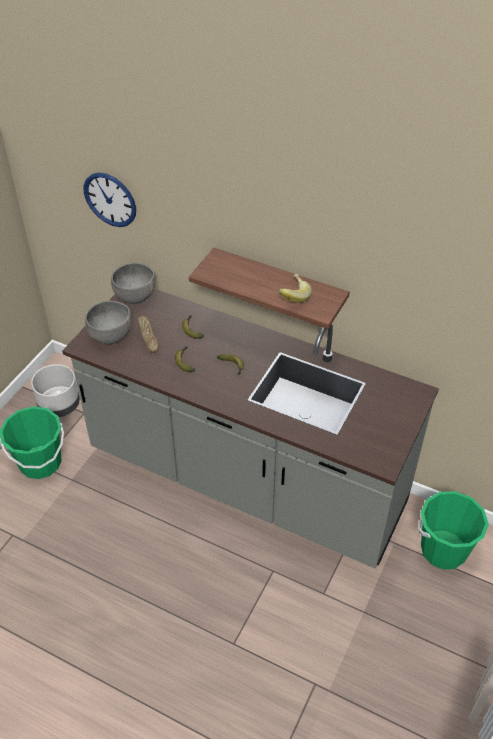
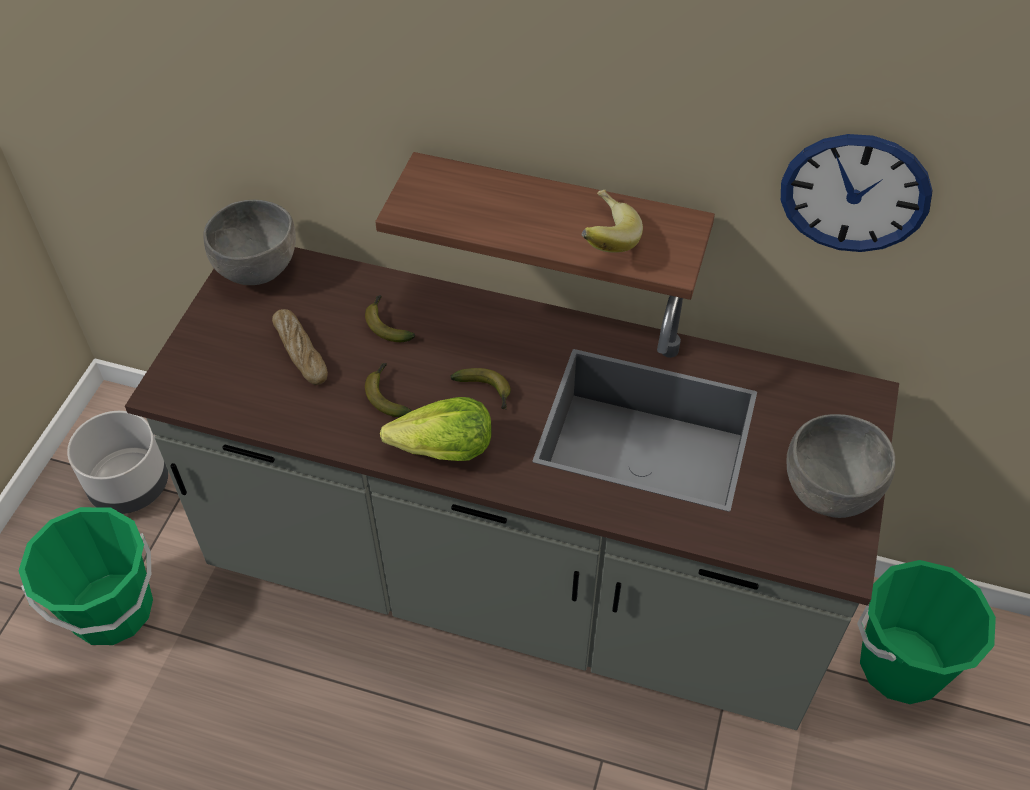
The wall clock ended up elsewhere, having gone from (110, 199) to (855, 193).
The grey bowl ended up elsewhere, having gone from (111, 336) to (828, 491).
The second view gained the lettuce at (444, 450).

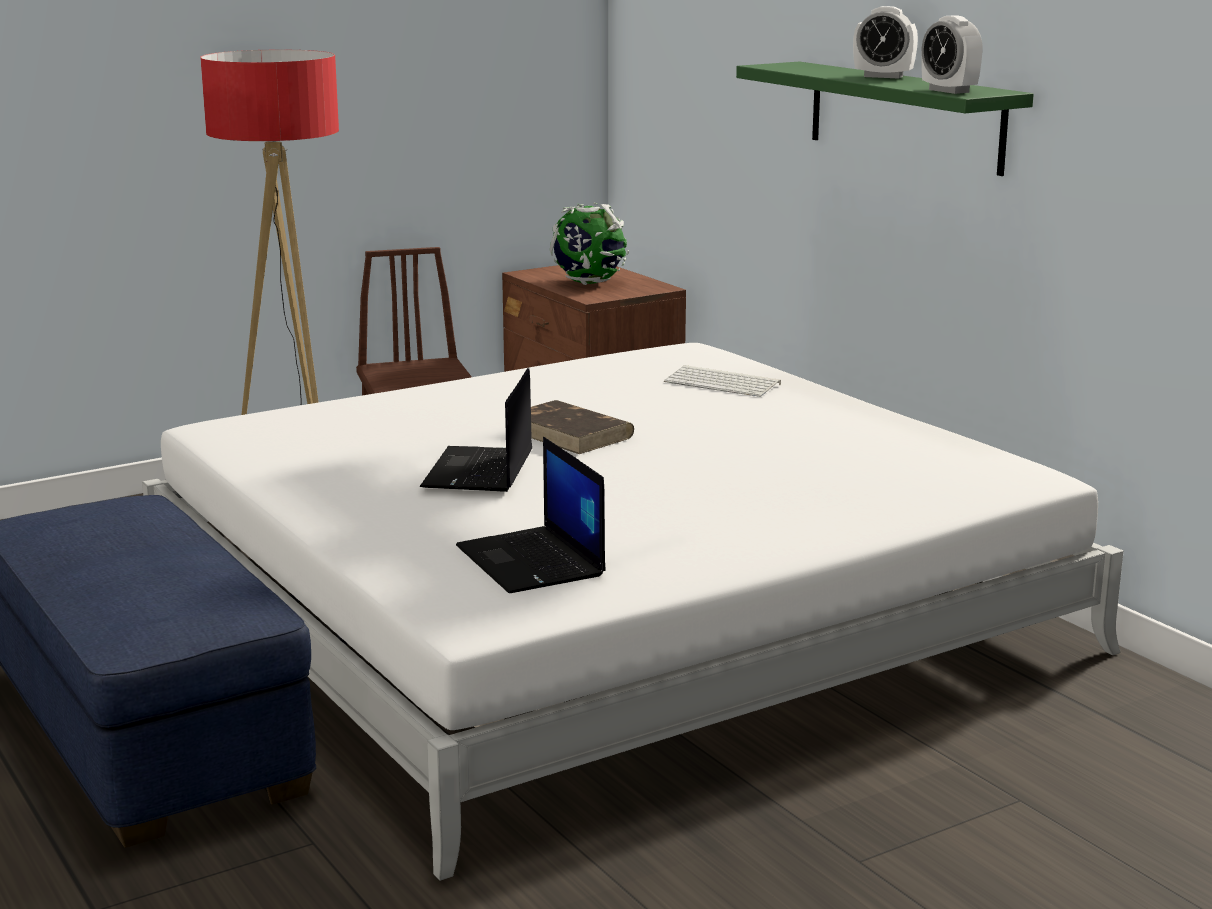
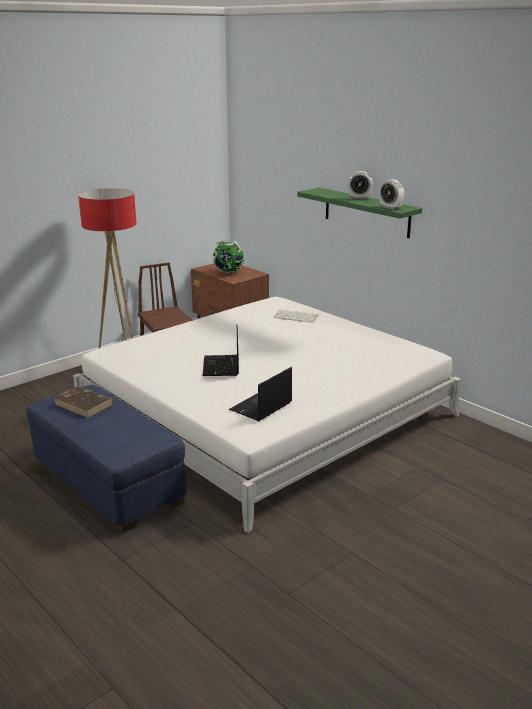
The brown book ended up elsewhere, having gone from (570, 433) to (84, 404).
The laptop at (532, 562) ended up facing another way, 75 degrees clockwise from before.

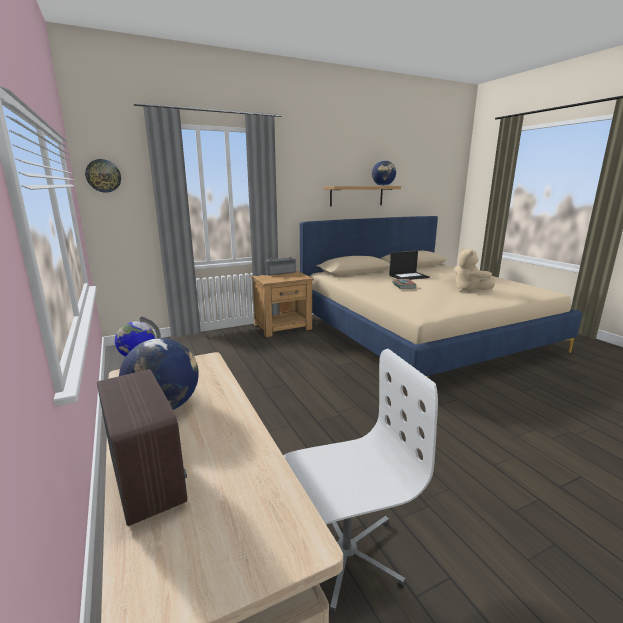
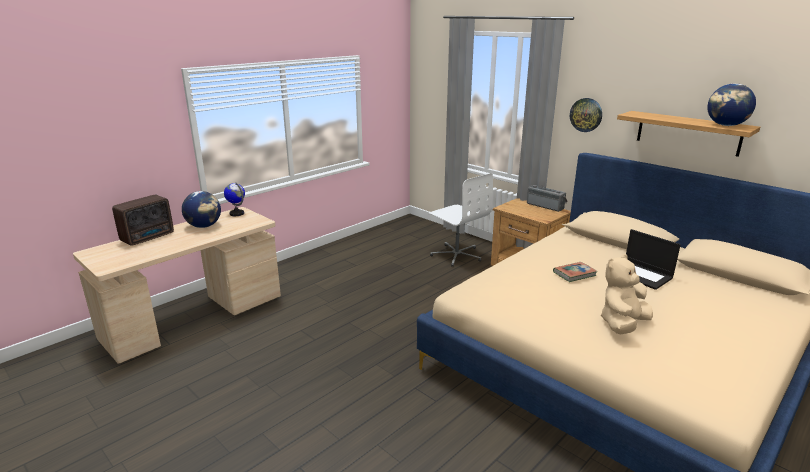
The wall clock ended up elsewhere, having gone from (103, 176) to (586, 115).
The white office chair ended up elsewhere, having gone from (345, 553) to (456, 255).

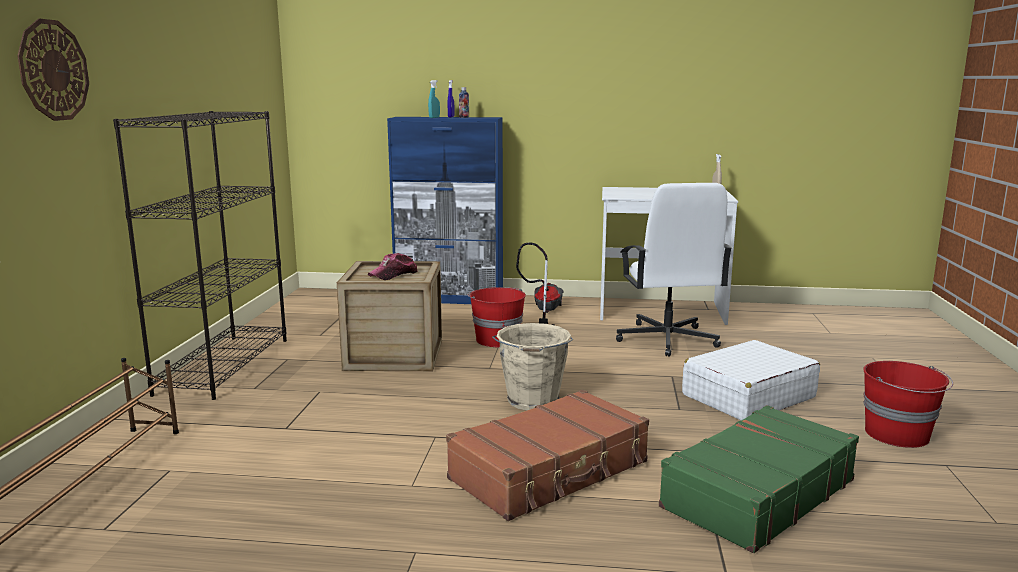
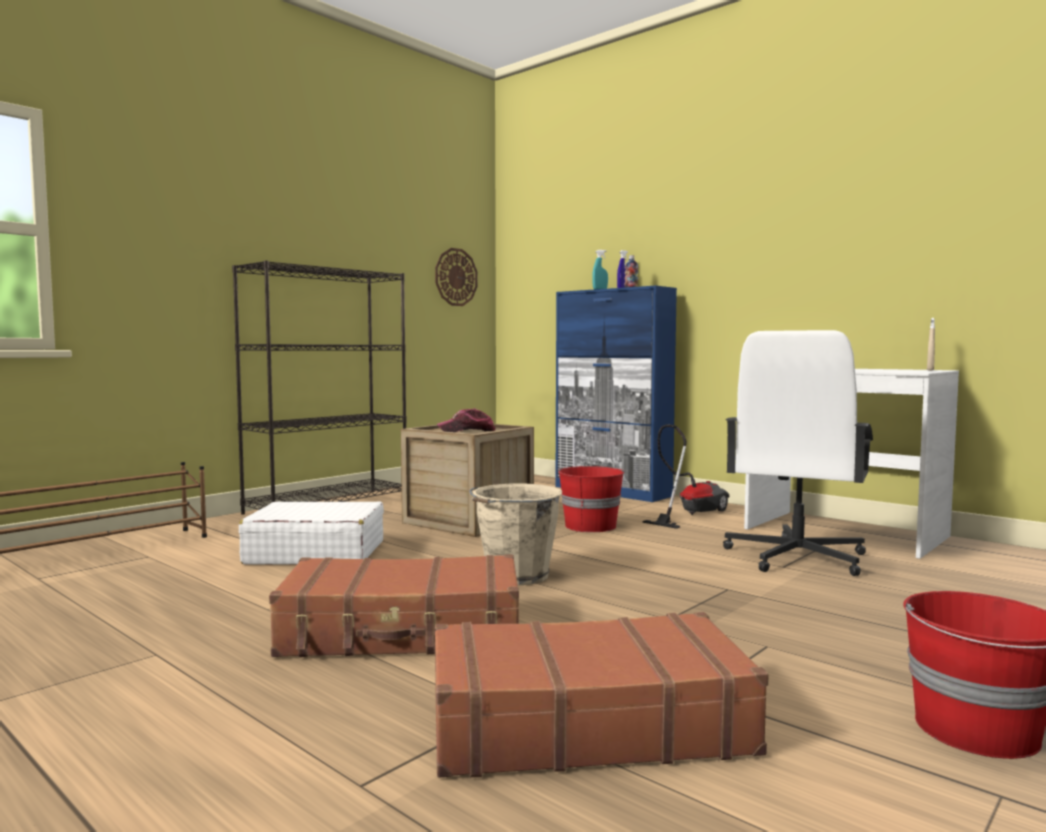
The wall clock ended up elsewhere, having gone from (53, 70) to (456, 277).
The white suitcase ended up elsewhere, having gone from (747, 396) to (315, 553).
What was the green suitcase at (757, 493) turned into the brown suitcase at (585, 723).

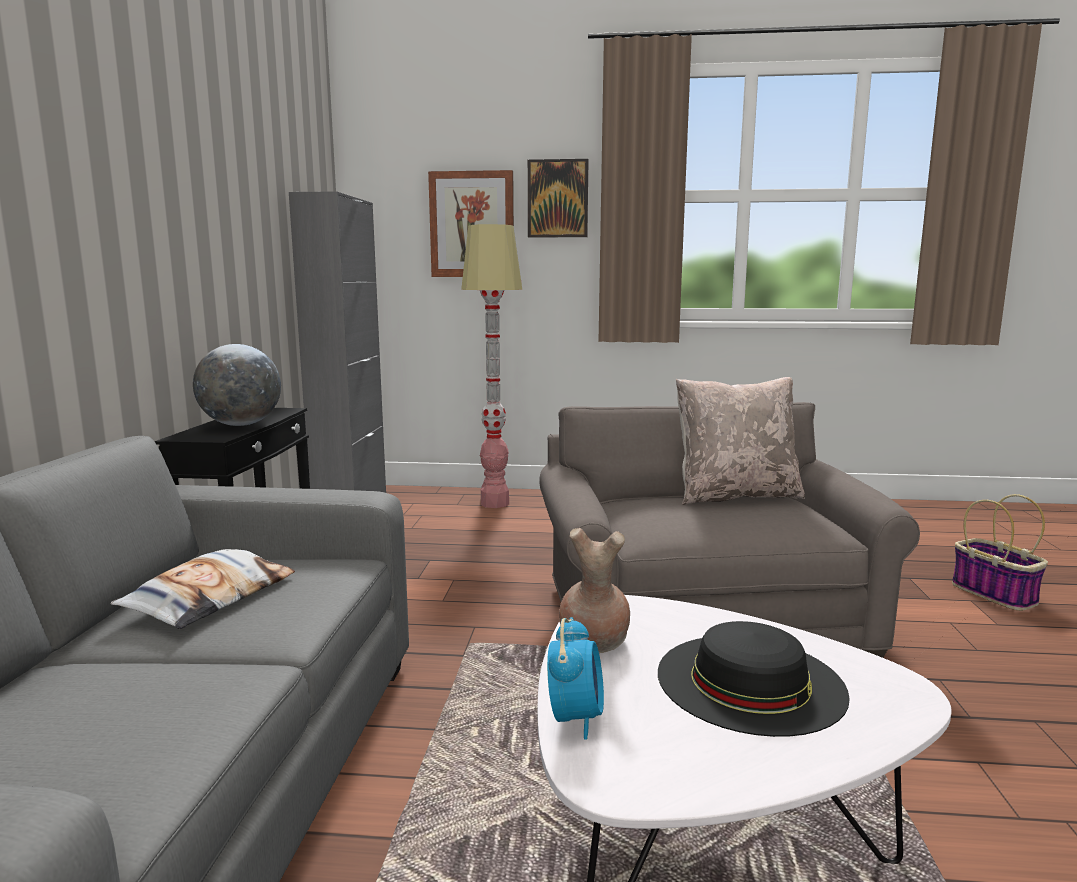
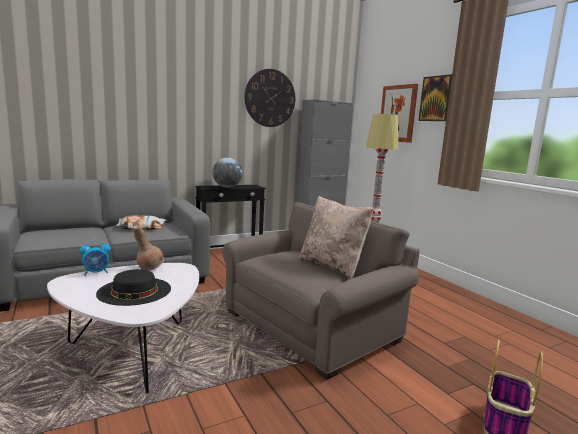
The second view gained the wall clock at (270, 98).

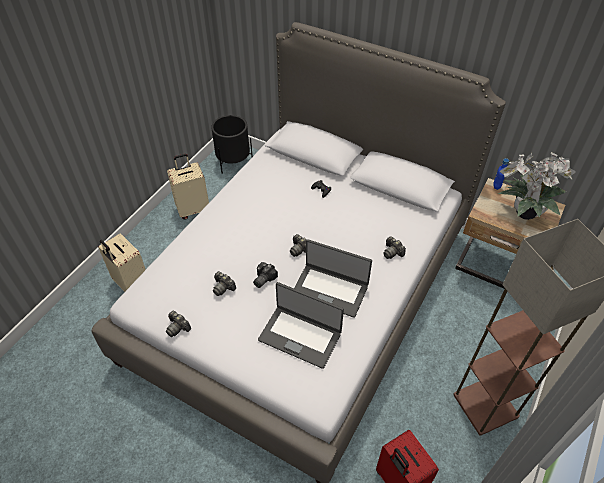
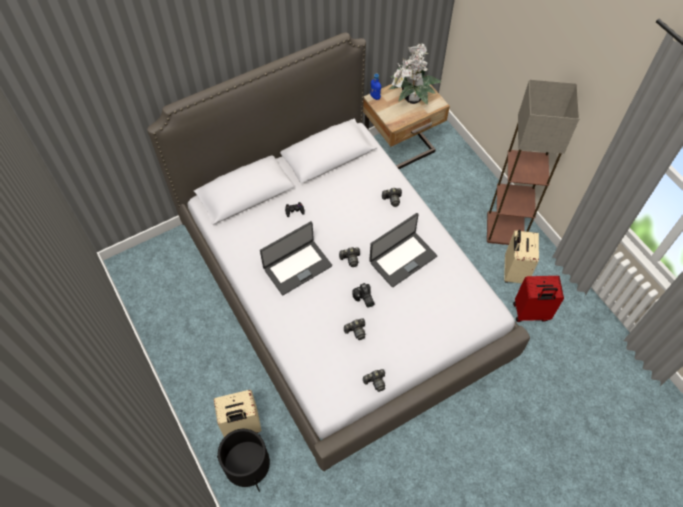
The black planter ended up elsewhere, having gone from (233, 162) to (248, 468).
The beige suitcase ended up elsewhere, having gone from (193, 209) to (513, 271).
The laptop ended up elsewhere, having gone from (300, 336) to (297, 267).

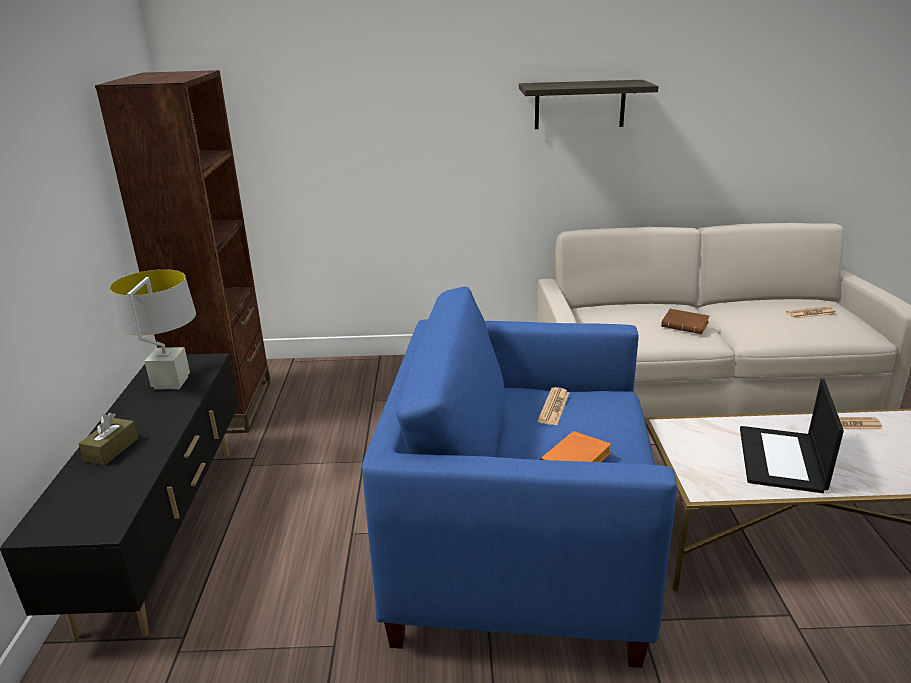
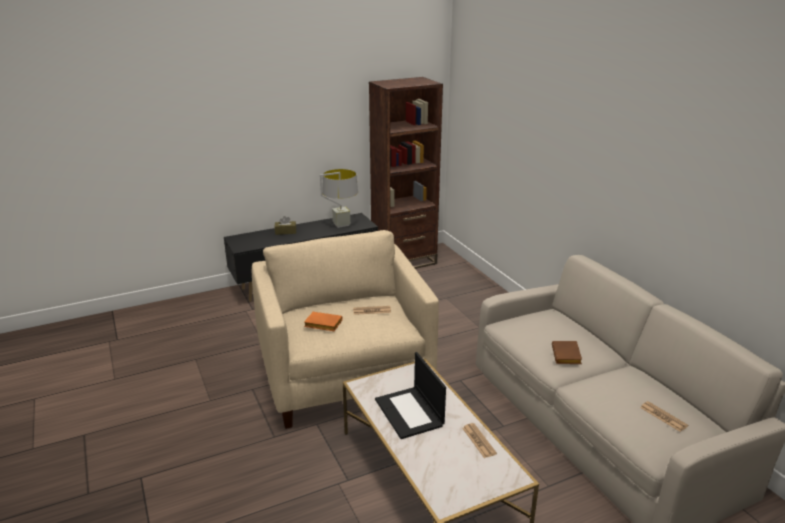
The second view lost the shelf at (579, 104).
What was the blue armchair at (520, 553) turned into the beige armchair at (345, 377).
The laptop at (782, 460) ended up facing another way, 105 degrees counterclockwise from before.

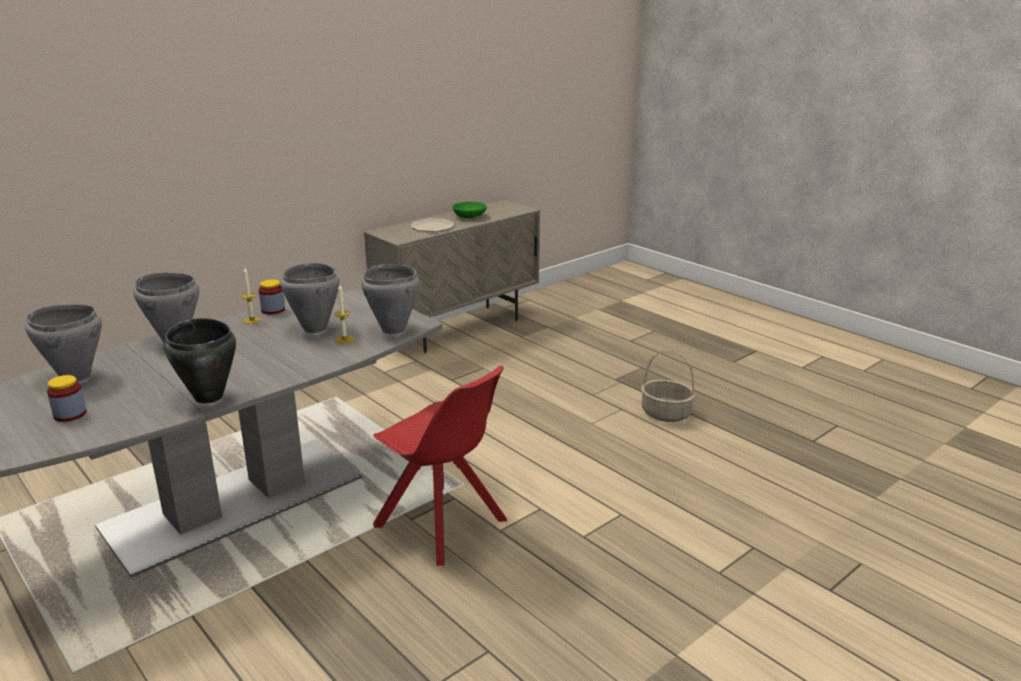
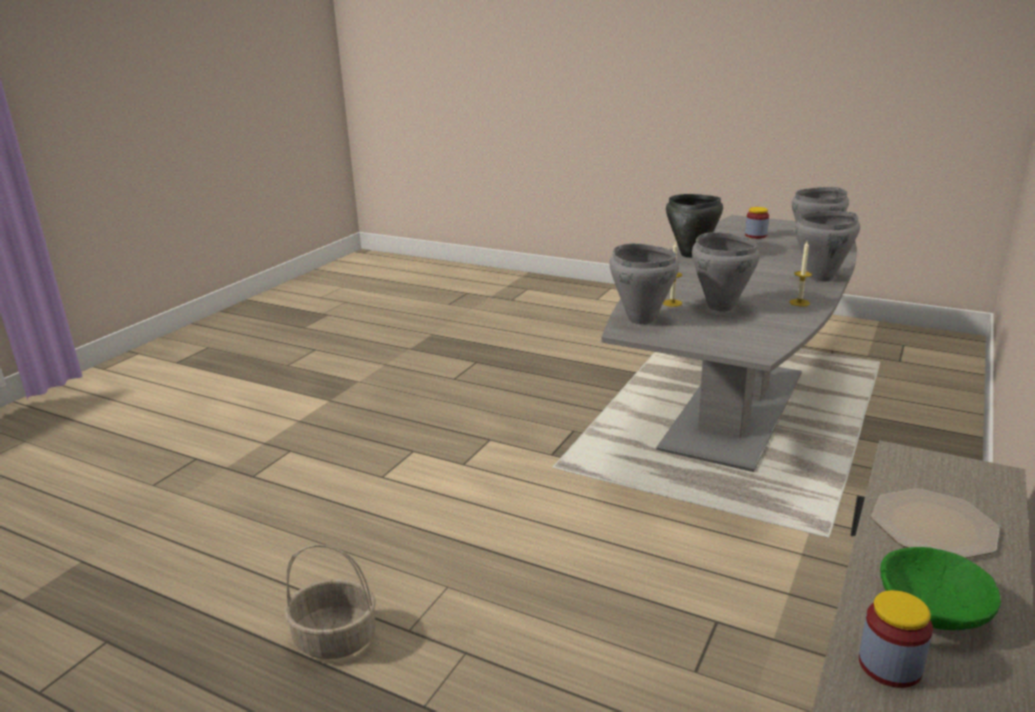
The jar ended up elsewhere, having gone from (273, 310) to (889, 665).
The second view lost the red chair at (443, 525).

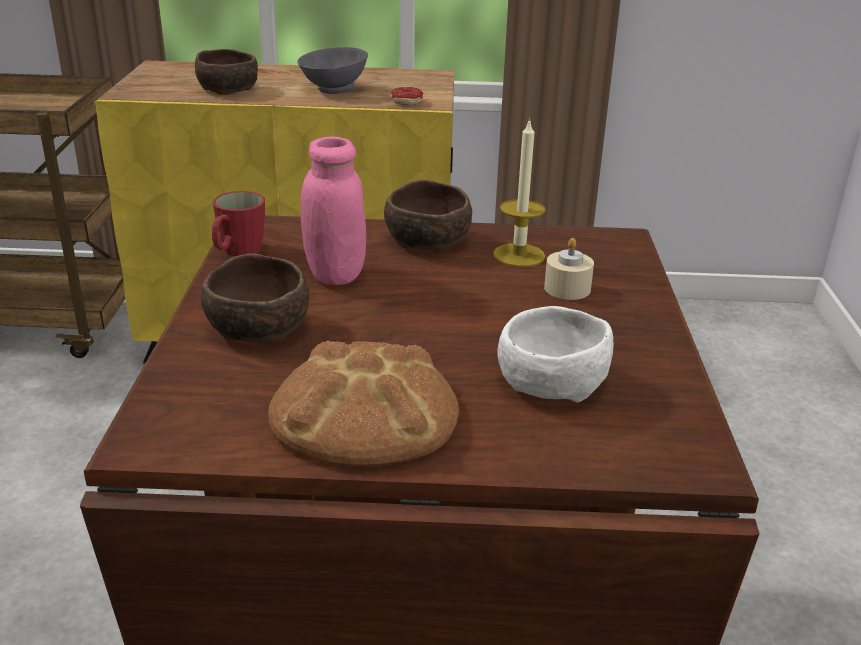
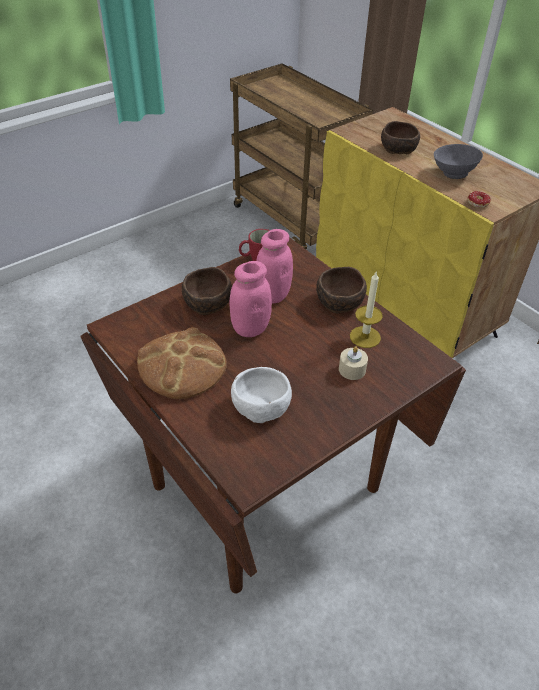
The second view gained the pink jar at (250, 328).

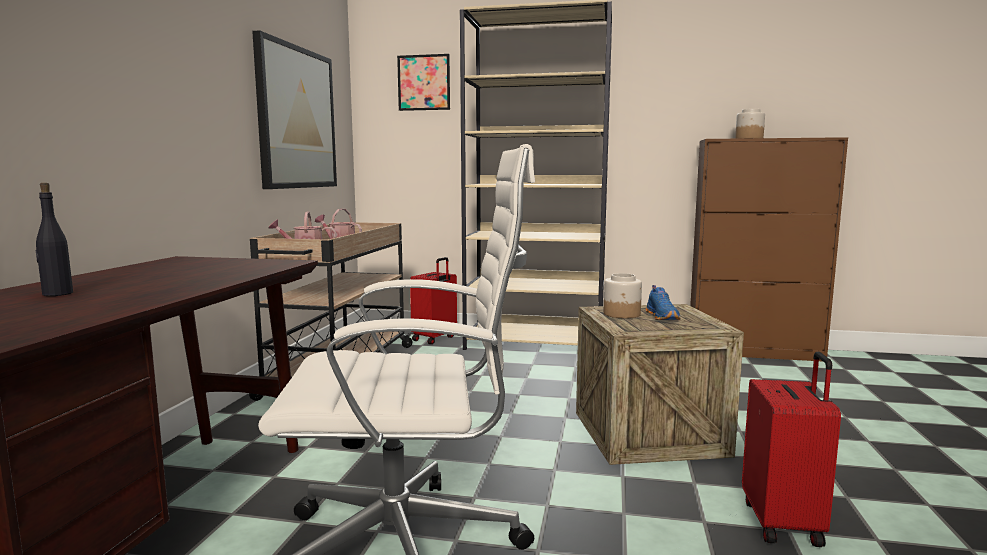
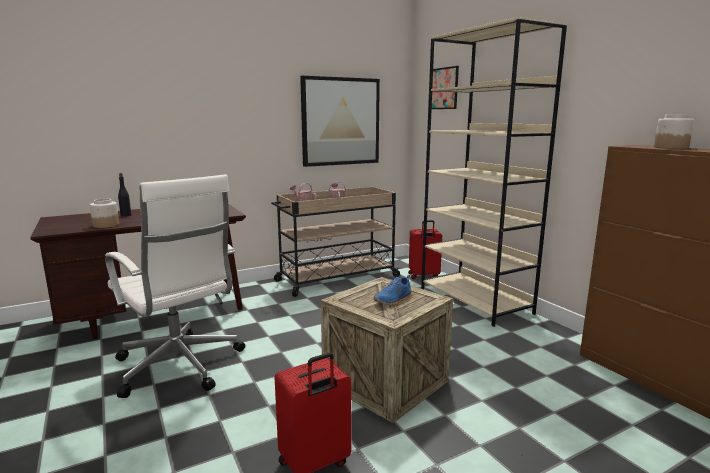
The jar ended up elsewhere, having gone from (622, 314) to (105, 225).

